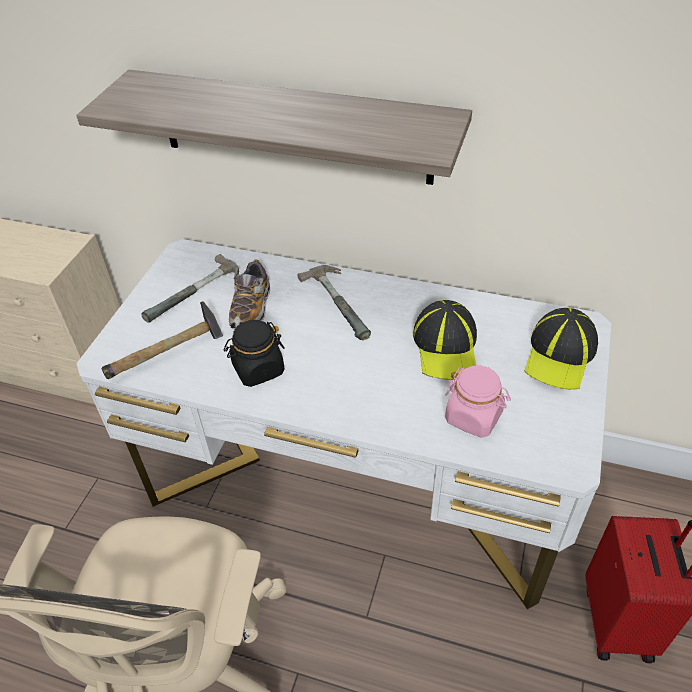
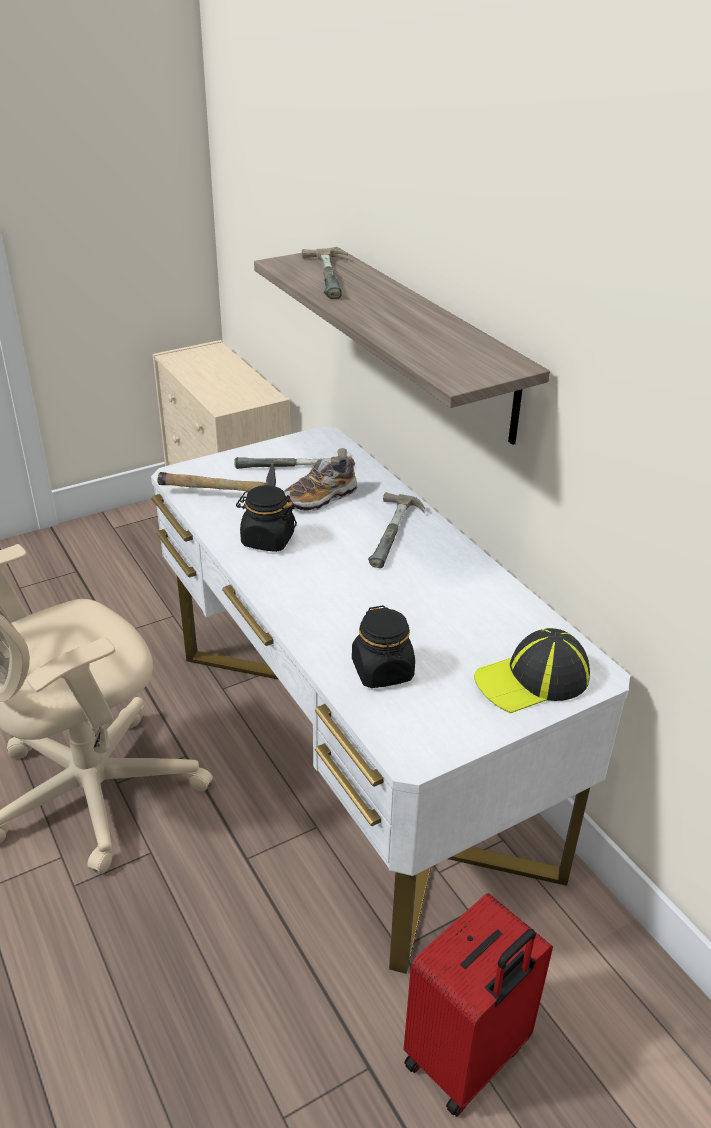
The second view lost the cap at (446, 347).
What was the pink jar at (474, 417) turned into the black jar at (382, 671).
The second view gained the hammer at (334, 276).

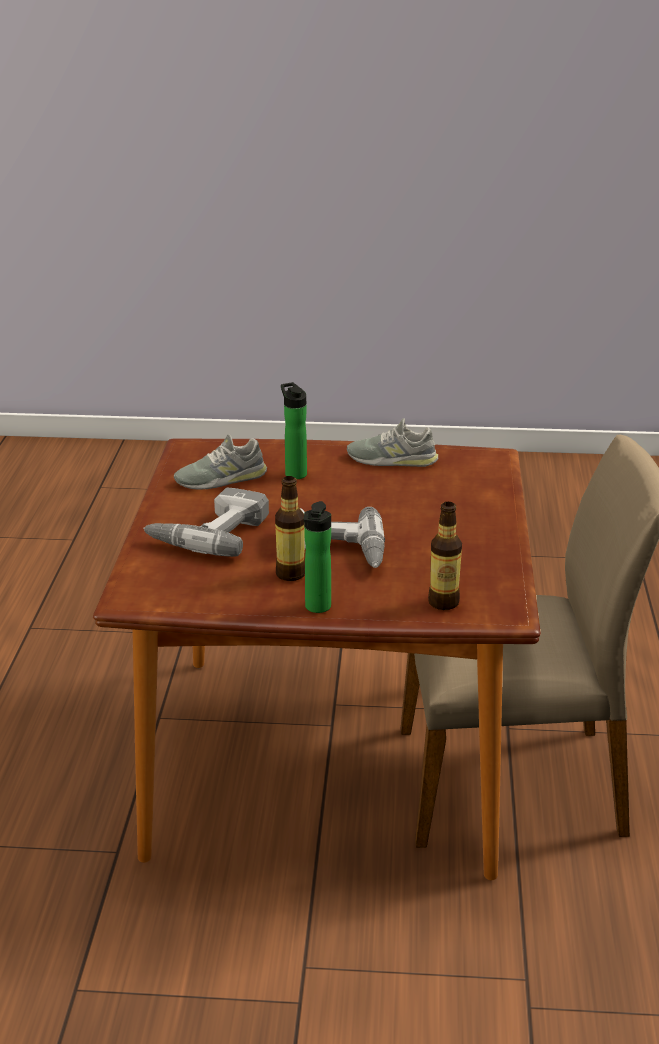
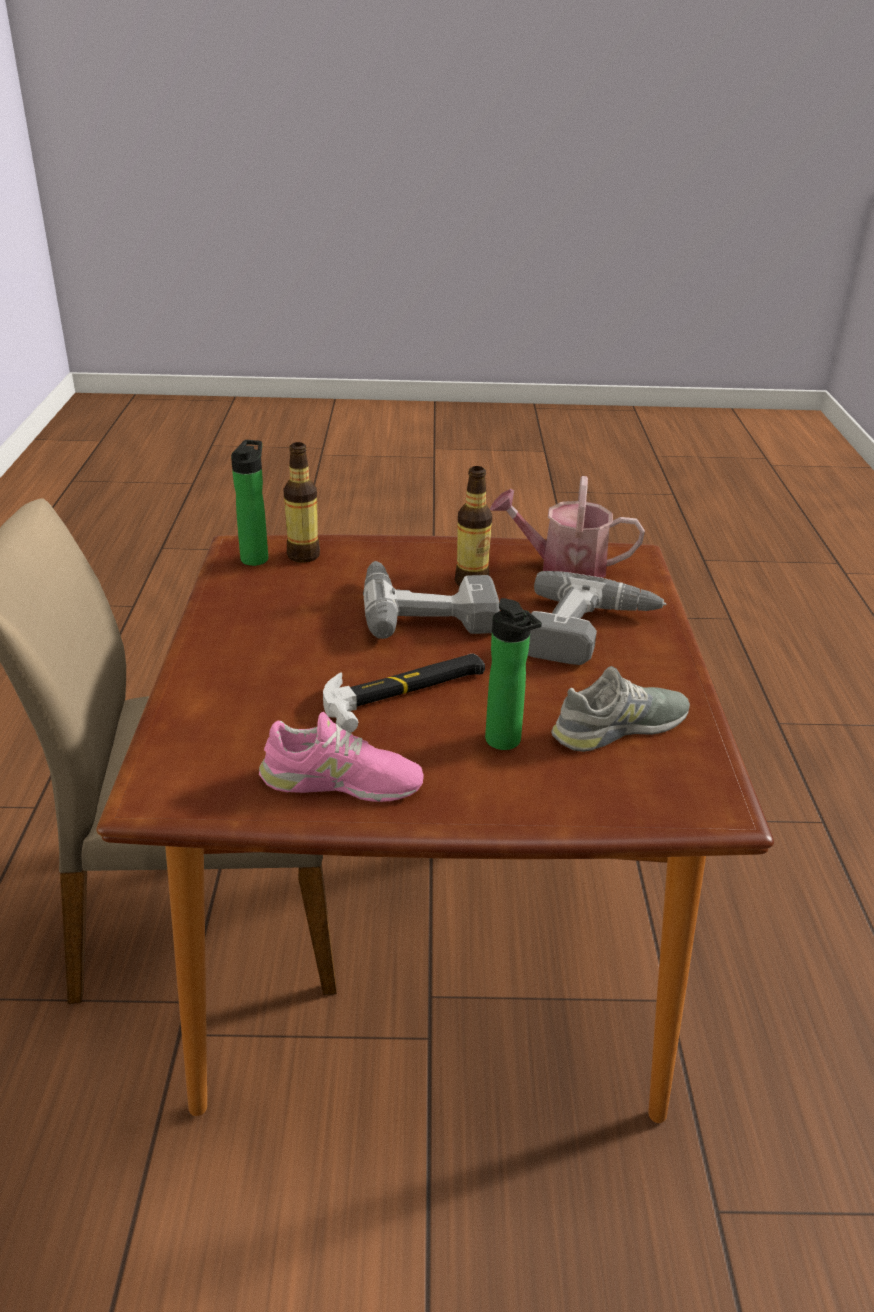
What was the grey shoe at (392, 459) turned into the pink shoe at (341, 781).
The bottle ended up elsewhere, having gone from (317, 608) to (256, 557).
The second view gained the watering can at (563, 567).
The second view gained the hammer at (406, 692).

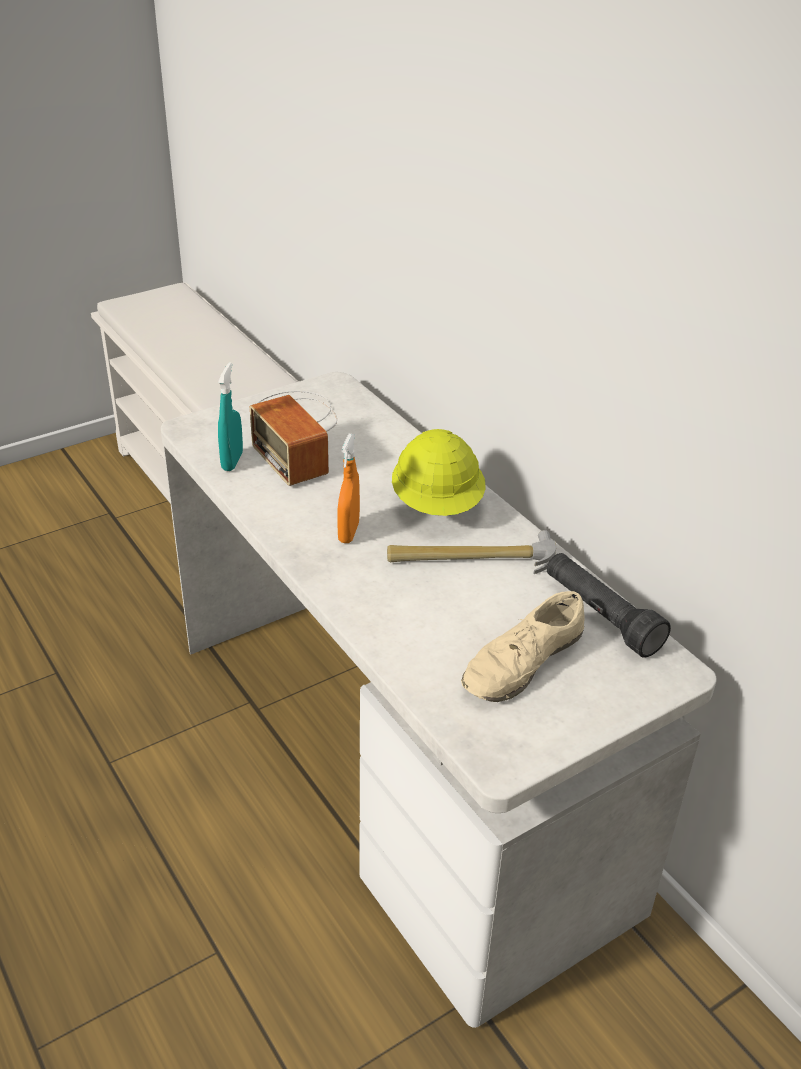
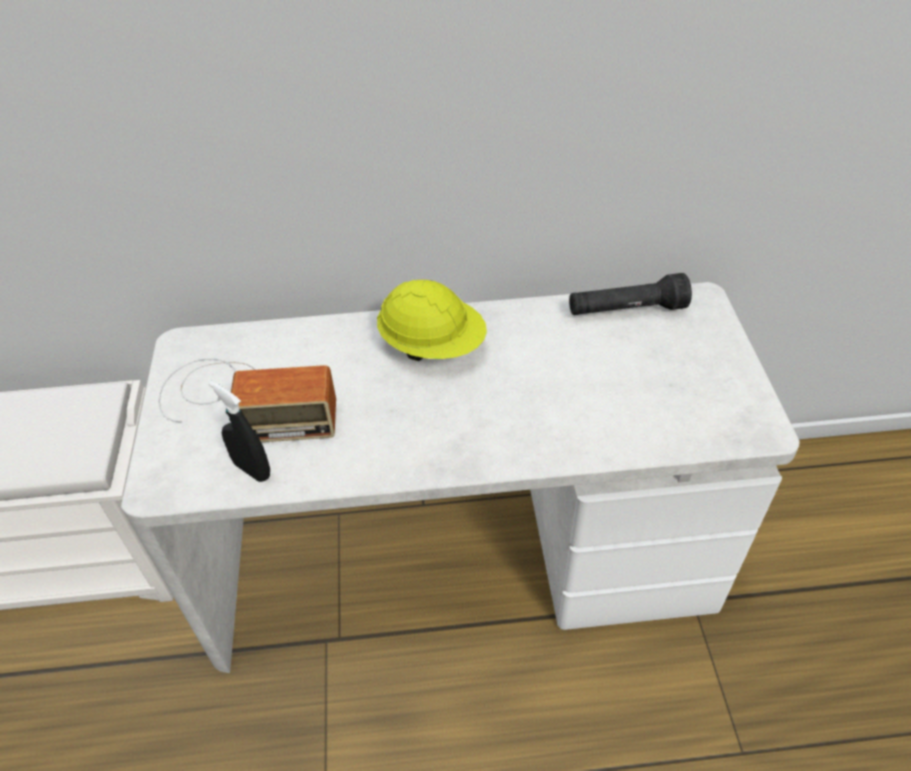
What was the turquoise spray bottle at (232, 461) turned into the black spray bottle at (252, 469).
The second view lost the orange spray bottle at (348, 533).
The second view lost the hammer at (471, 558).
The second view lost the beige shoe at (522, 662).

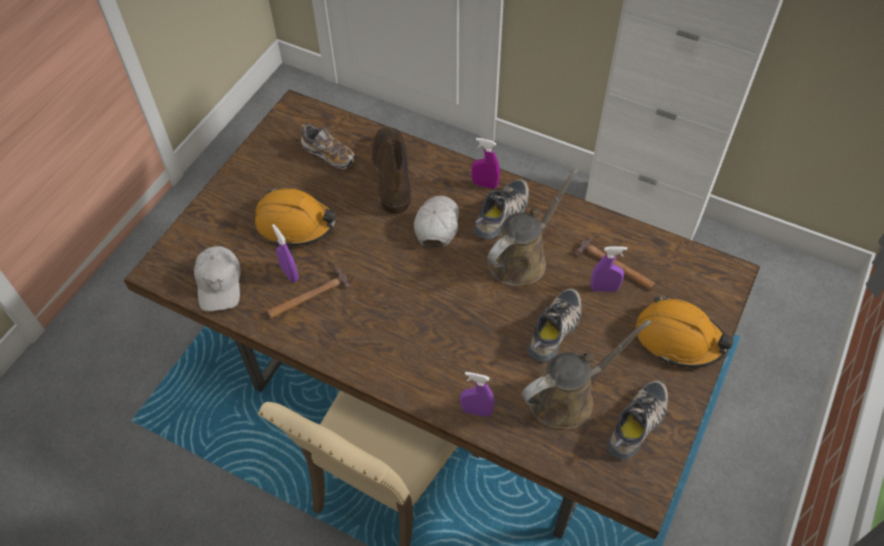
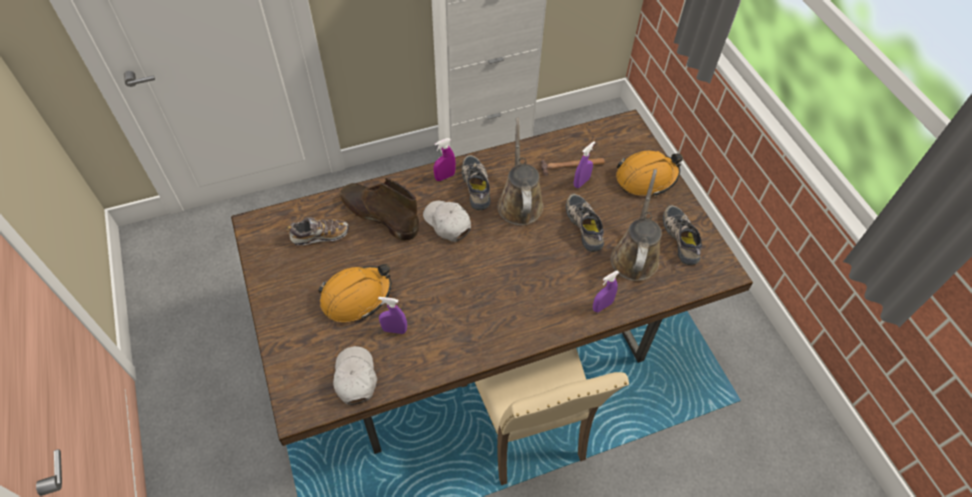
The white cap at (219, 283) ended up facing another way, 135 degrees counterclockwise from before.
The second view lost the hammer at (308, 297).

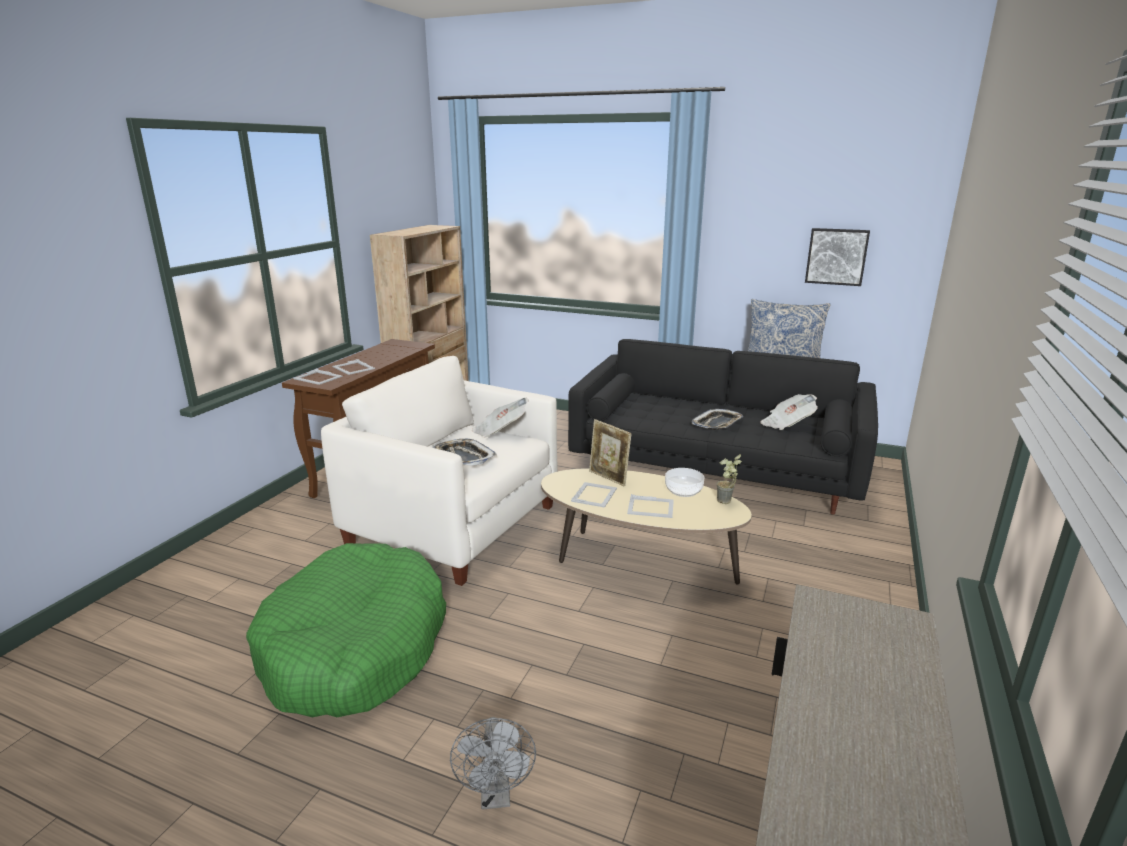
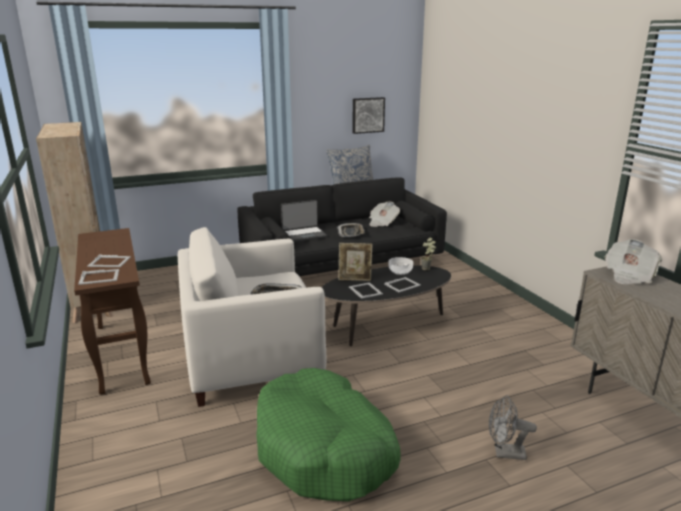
The newspaper ended up elsewhere, having gone from (500, 431) to (629, 275).
What was the beige coffee table at (638, 562) turned into the black coffee table at (386, 326).
The grey fan at (496, 795) ended up facing another way, 150 degrees clockwise from before.
The second view gained the laptop at (304, 235).

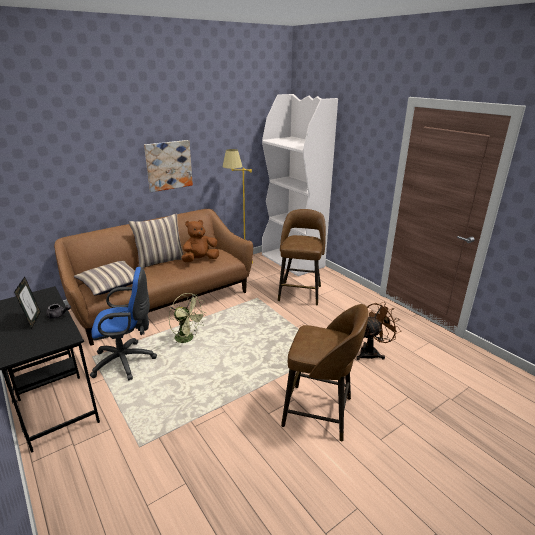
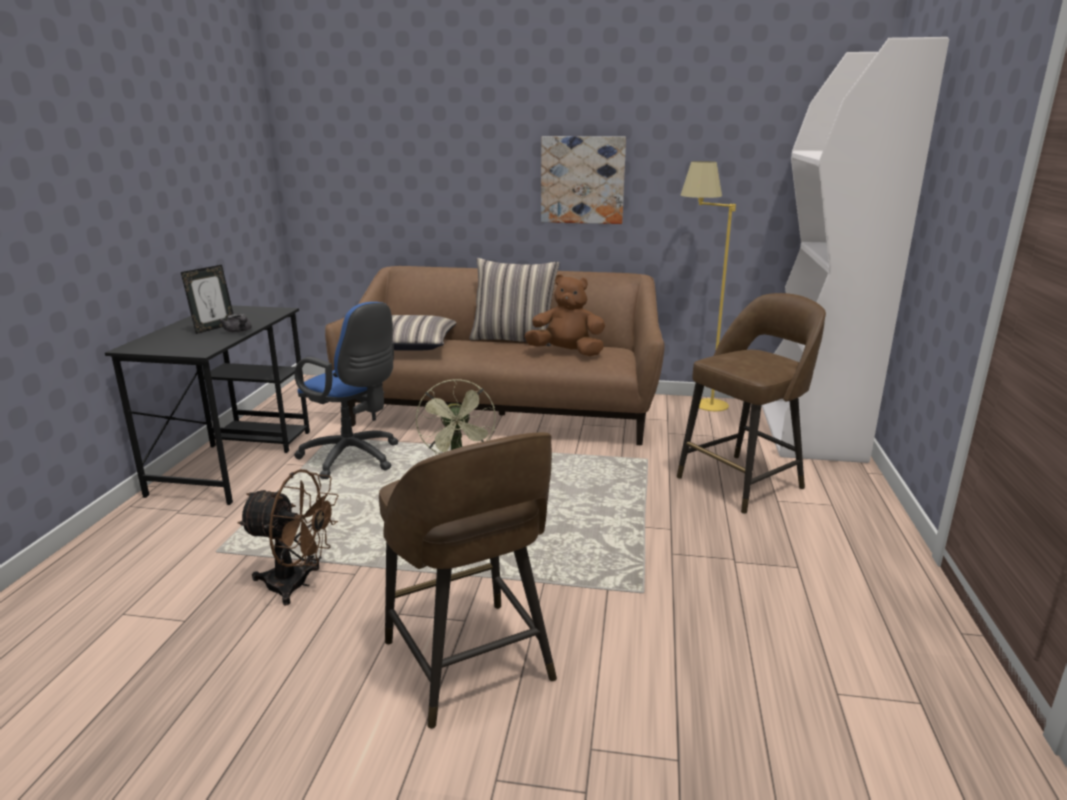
The brown fan ended up elsewhere, having gone from (372, 352) to (297, 584).

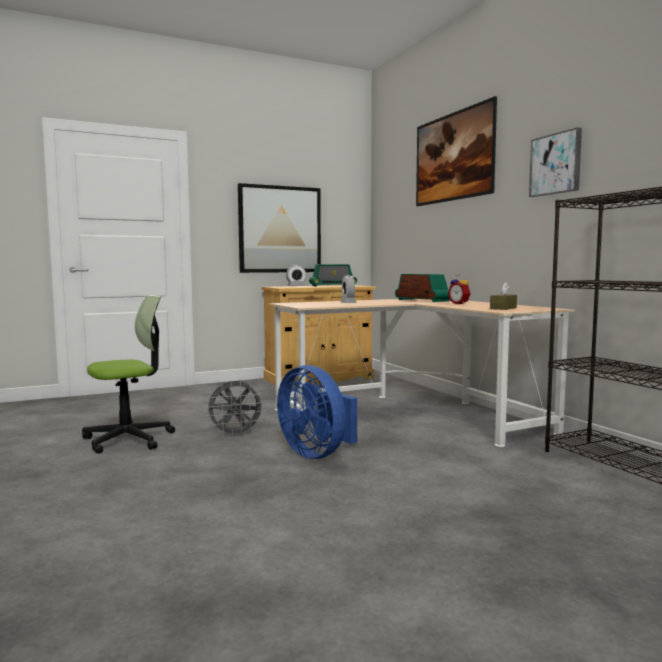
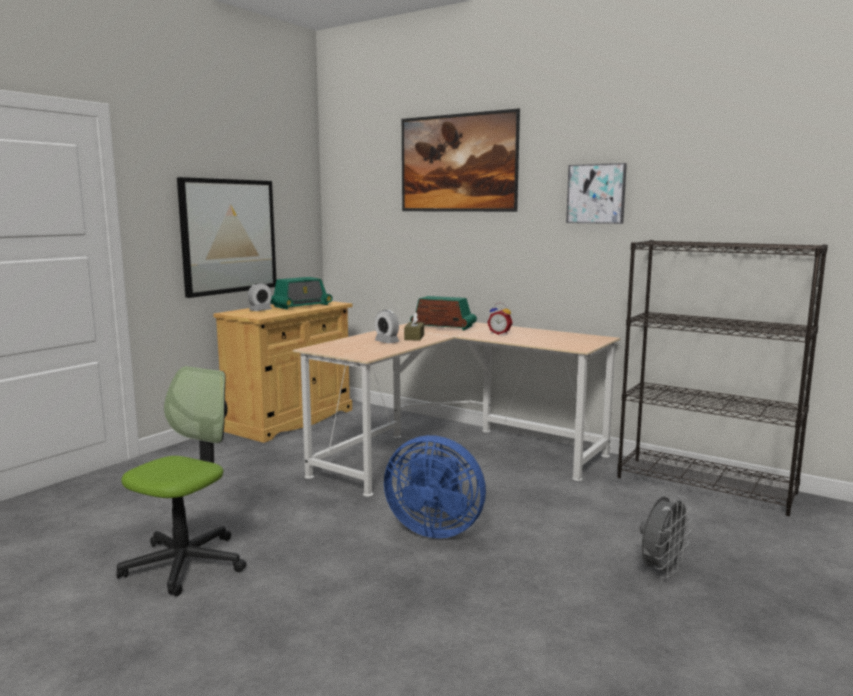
The brown tissue box ended up elsewhere, having gone from (503, 308) to (414, 337).
The grey fan ended up elsewhere, having gone from (235, 435) to (661, 571).

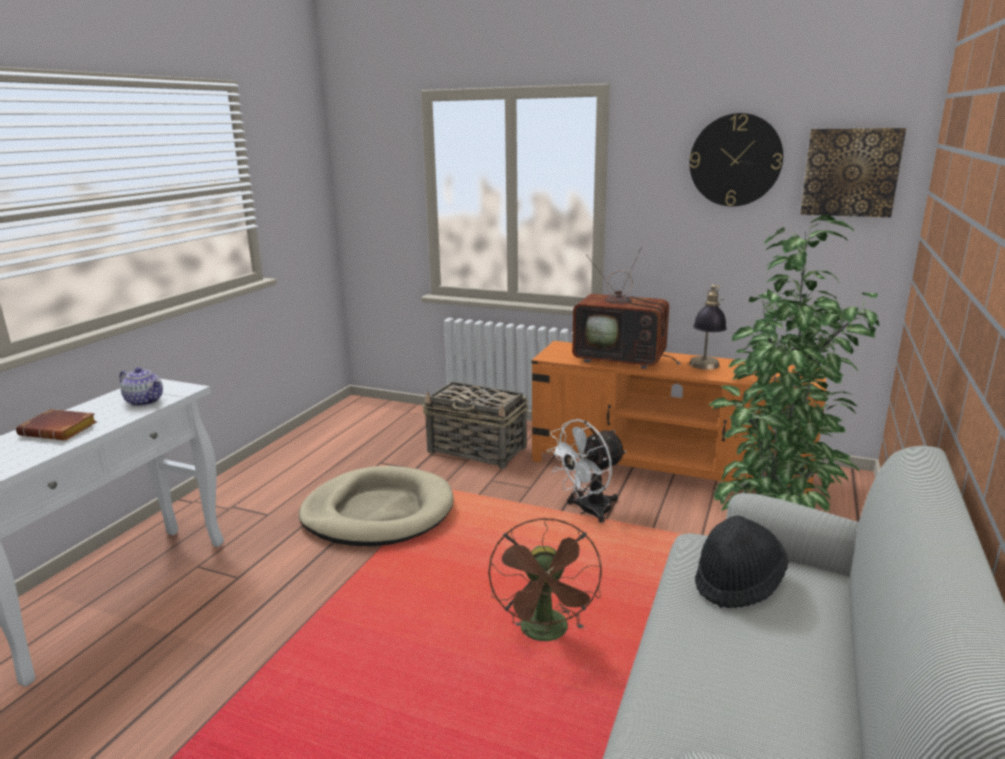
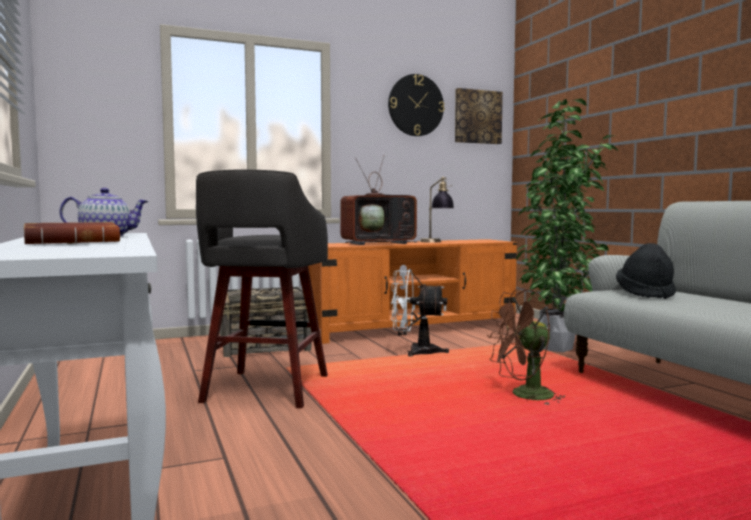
The white fan at (588, 511) ended up facing another way, 90 degrees clockwise from before.
Where the beige dog bed stood at (378, 512), the grey stool came to stand at (265, 390).
The brown fan at (547, 634) ended up facing another way, 120 degrees clockwise from before.

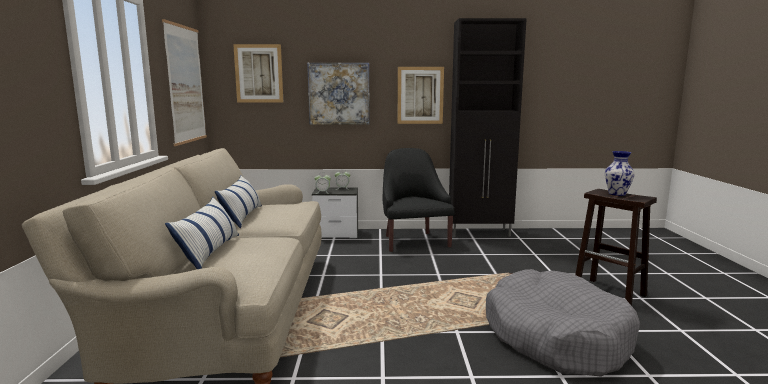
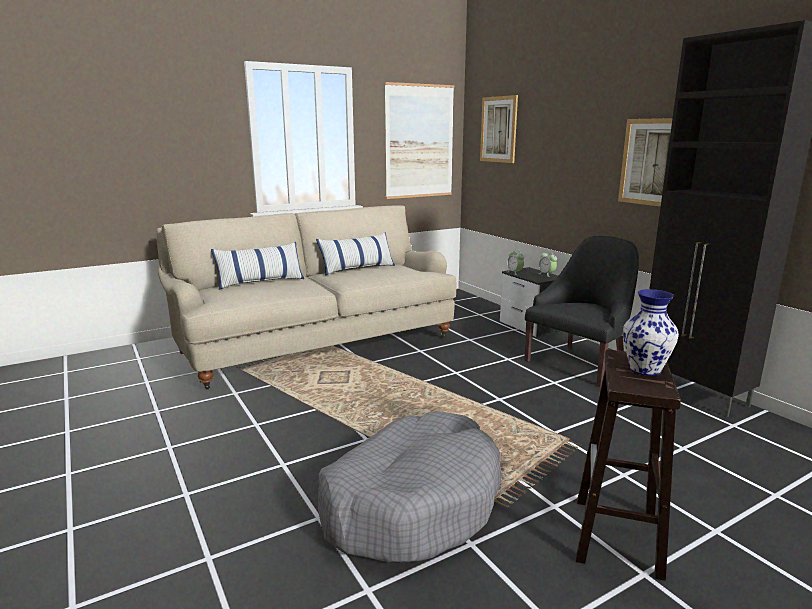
The second view lost the picture at (339, 93).

